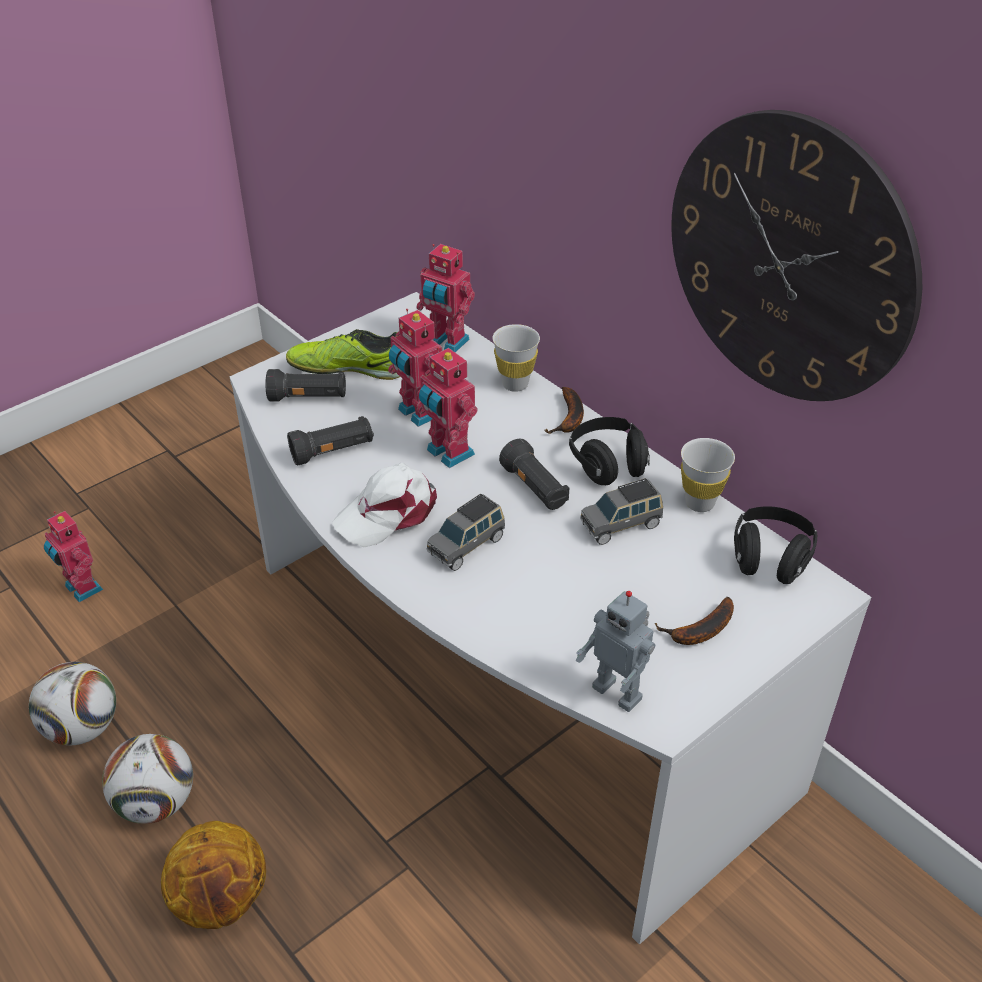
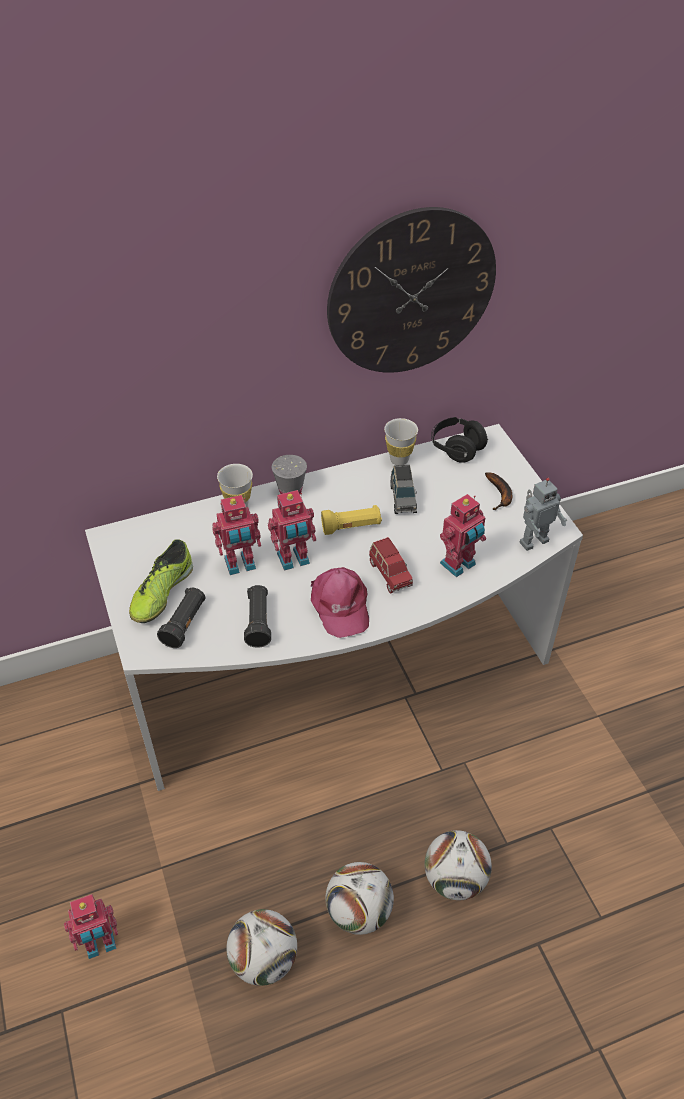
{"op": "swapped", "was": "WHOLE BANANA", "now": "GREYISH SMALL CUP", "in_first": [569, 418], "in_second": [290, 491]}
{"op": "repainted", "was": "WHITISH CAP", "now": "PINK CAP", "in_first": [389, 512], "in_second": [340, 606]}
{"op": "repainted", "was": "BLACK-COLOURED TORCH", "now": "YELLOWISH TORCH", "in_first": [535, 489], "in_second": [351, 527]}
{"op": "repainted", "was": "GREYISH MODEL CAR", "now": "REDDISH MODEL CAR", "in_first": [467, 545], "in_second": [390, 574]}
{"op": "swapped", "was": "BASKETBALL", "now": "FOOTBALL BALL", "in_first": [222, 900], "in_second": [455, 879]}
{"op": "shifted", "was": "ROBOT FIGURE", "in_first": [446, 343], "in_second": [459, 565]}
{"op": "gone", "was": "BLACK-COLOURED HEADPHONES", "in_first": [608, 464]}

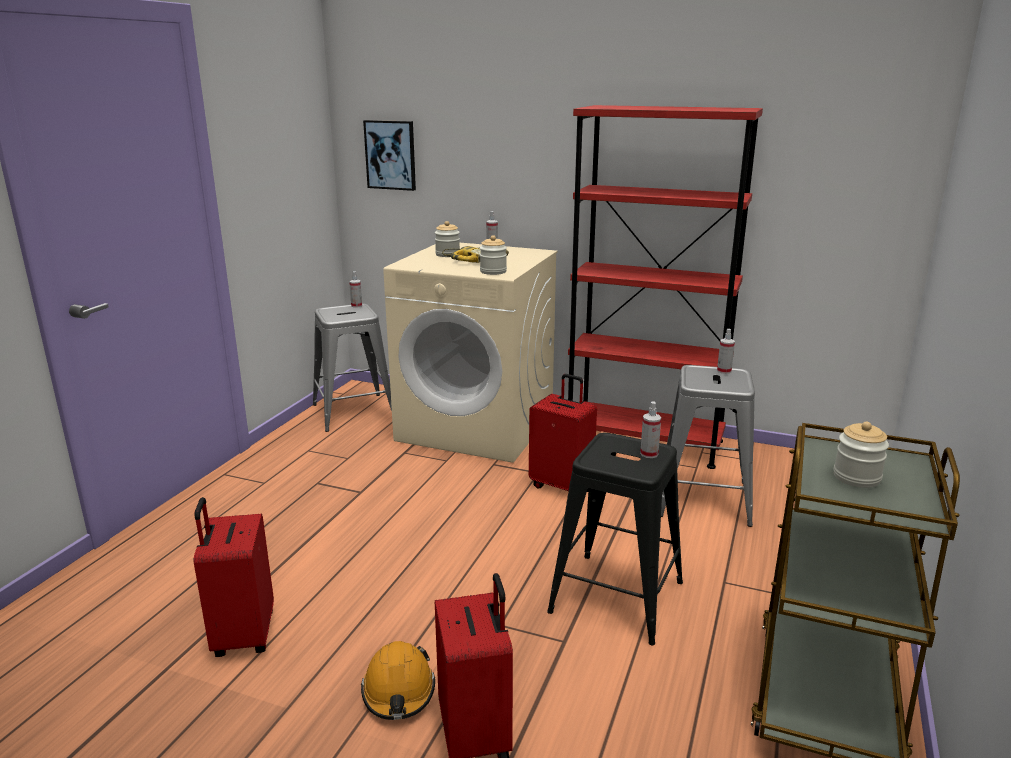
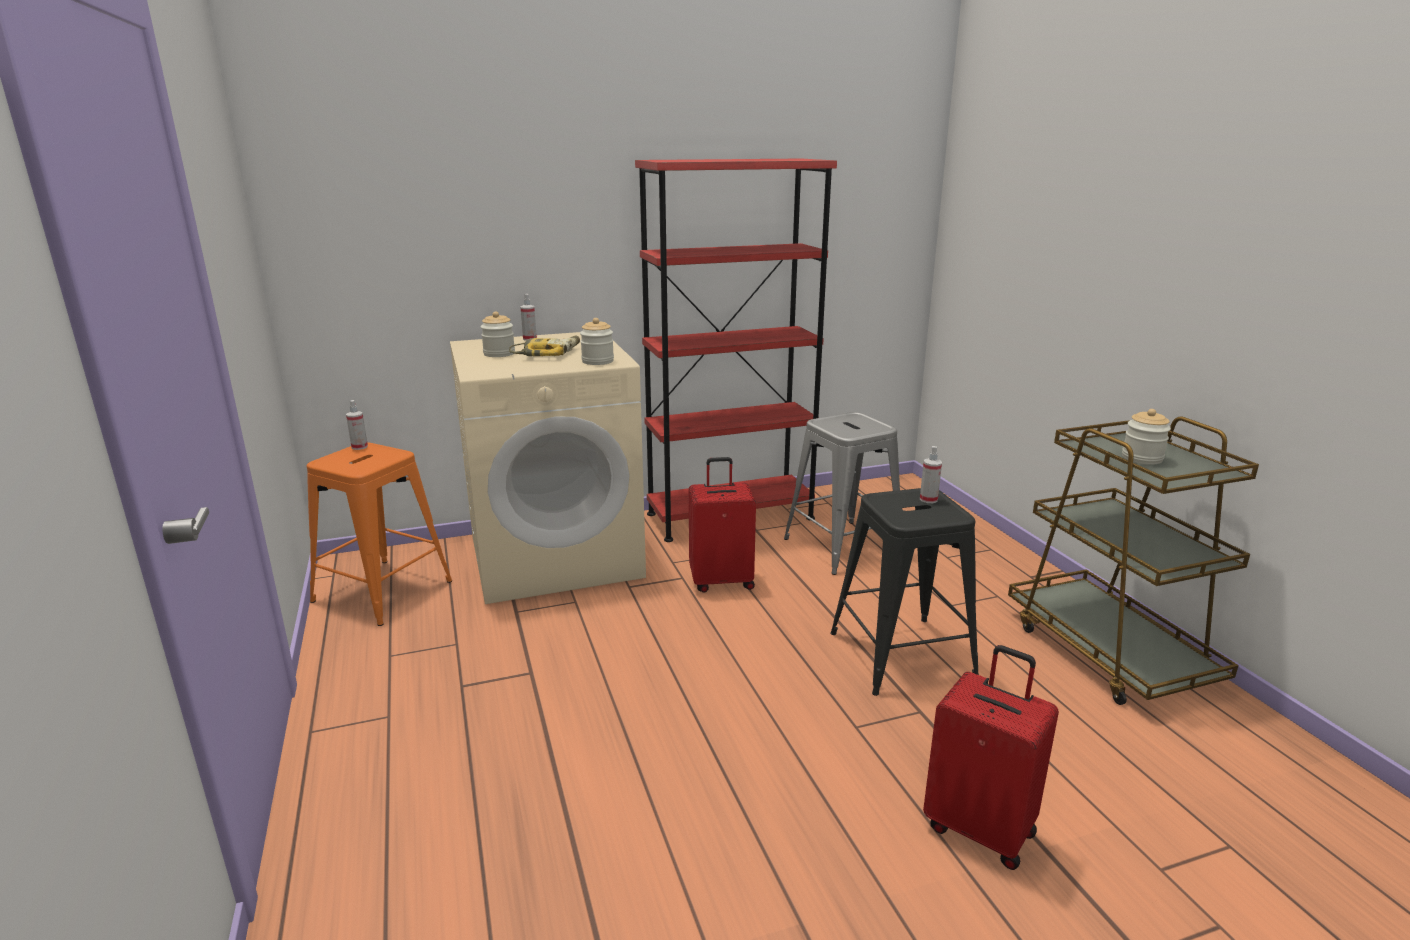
{"op": "repainted", "was": "GREYISH STOOL SEAT", "now": "ORANGE-COLOURED STOOL SEAT", "in_first": [353, 412], "in_second": [382, 591]}
{"op": "gone", "was": "REDDISH TRAVEL CASE", "in_first": [242, 635]}
{"op": "gone", "was": "ORANGE-COLOURED HARD HAT", "in_first": [399, 691]}
{"op": "gone", "was": "WALL PICTURE", "in_first": [391, 155]}
{"op": "gone", "was": "HAND SPRAYER", "in_first": [724, 371]}

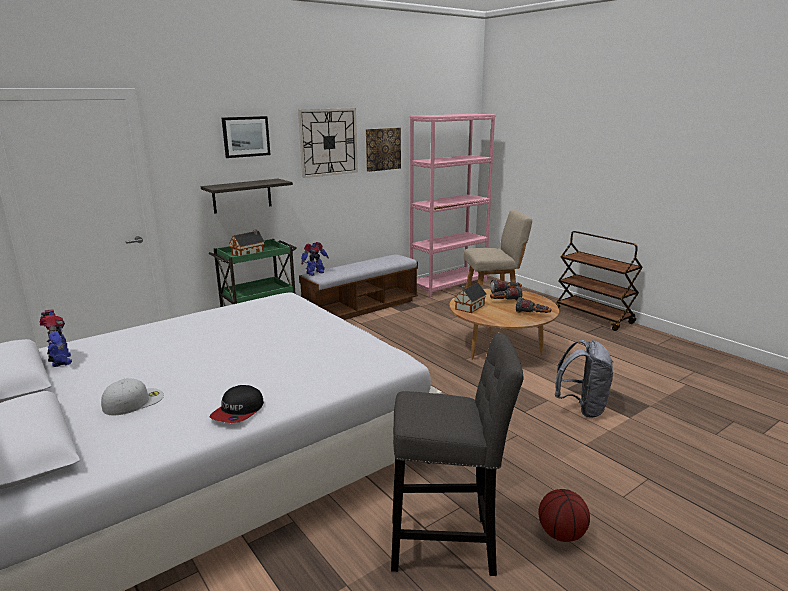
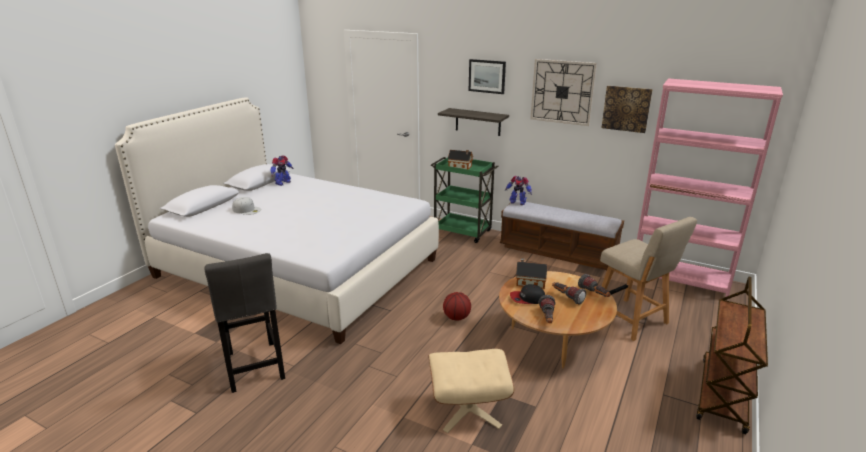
{"op": "swapped", "was": "GREYISH BACKPACK", "now": "SAND-COLOURED FOOTREST", "in_first": [582, 408], "in_second": [468, 409]}
{"op": "shifted", "was": "BASKETBALL", "in_first": [561, 534], "in_second": [457, 318]}
{"op": "shifted", "was": "CAP", "in_first": [238, 412], "in_second": [527, 299]}

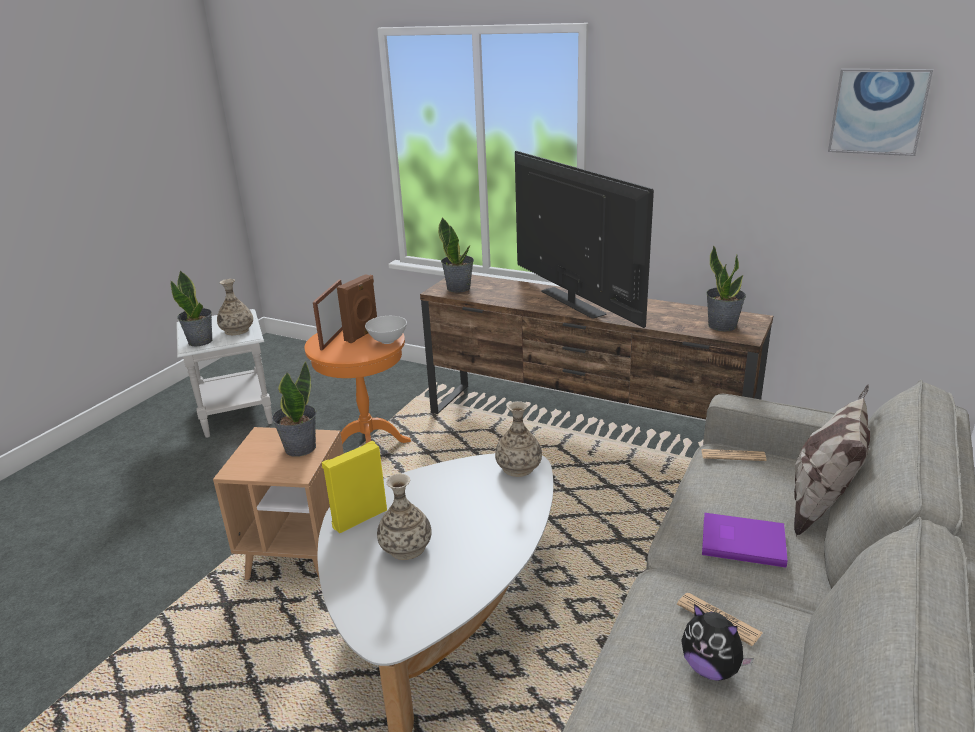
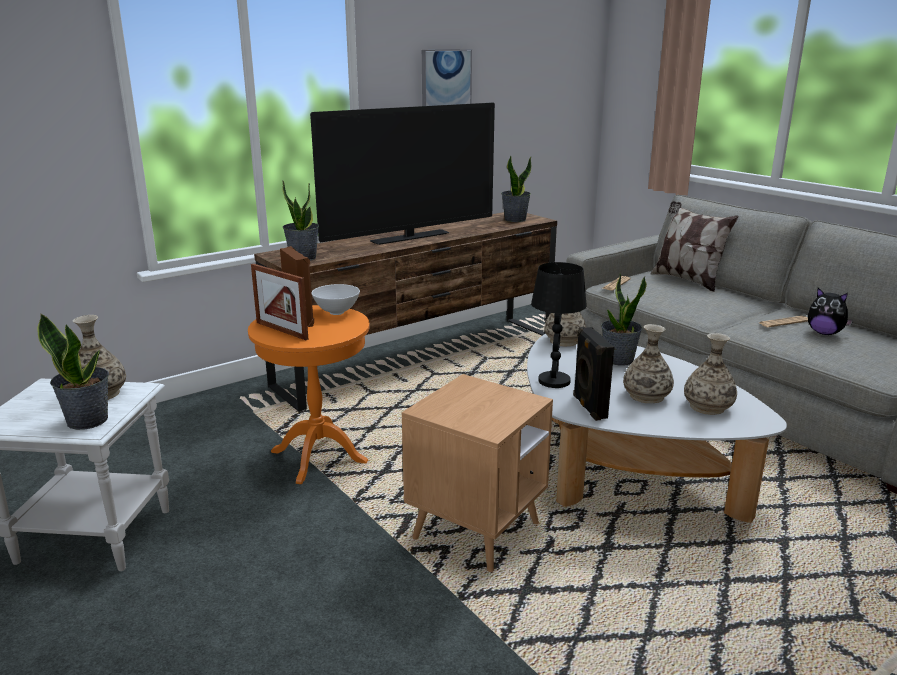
{"op": "rotated", "was": "TELEVISION", "in_first": [572, 303], "in_second": [410, 237], "clockwise": 150}
{"op": "shifted", "was": "WALL PICTURE", "in_first": [878, 111], "in_second": [446, 80]}
{"op": "new", "now": "BLACK-COLOURED TABLE LAMP", "in_second": [554, 381]}
{"op": "repainted", "was": "YELLOWISH LOUDSPEAKER", "now": "BLACK-COLOURED LOUDSPEAKER", "in_first": [359, 517], "in_second": [588, 407]}
{"op": "shifted", "was": "POTTED PLANT", "in_first": [299, 448], "in_second": [618, 360]}
{"op": "new", "now": "DECORATIVE VASE", "in_second": [707, 407]}
{"op": "rotated", "was": "CUDDLY TOY", "in_first": [711, 668], "in_second": [824, 333], "clockwise": 60}
{"op": "gone", "was": "PURPLE VOLUME", "in_first": [741, 540]}

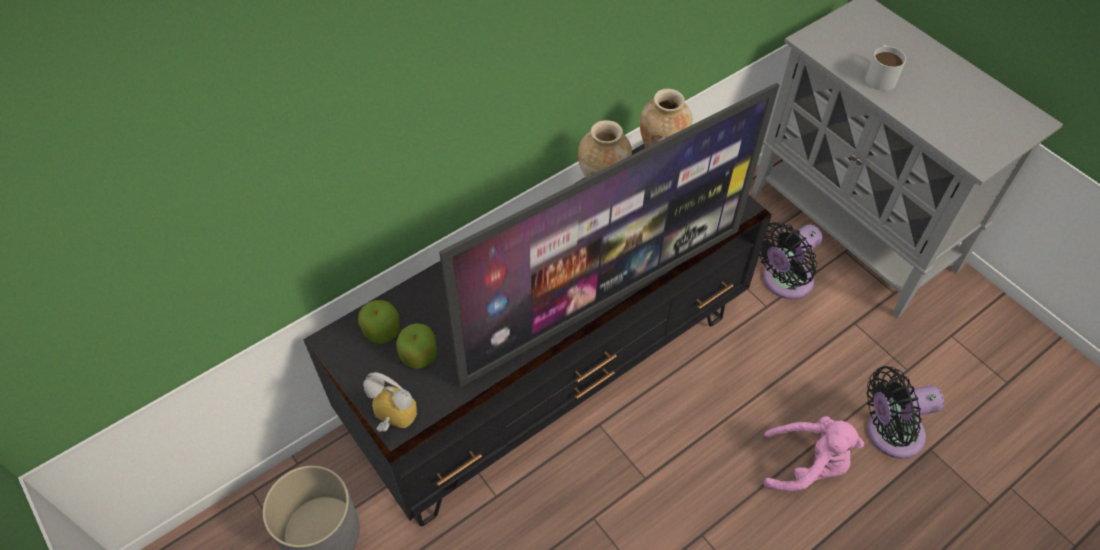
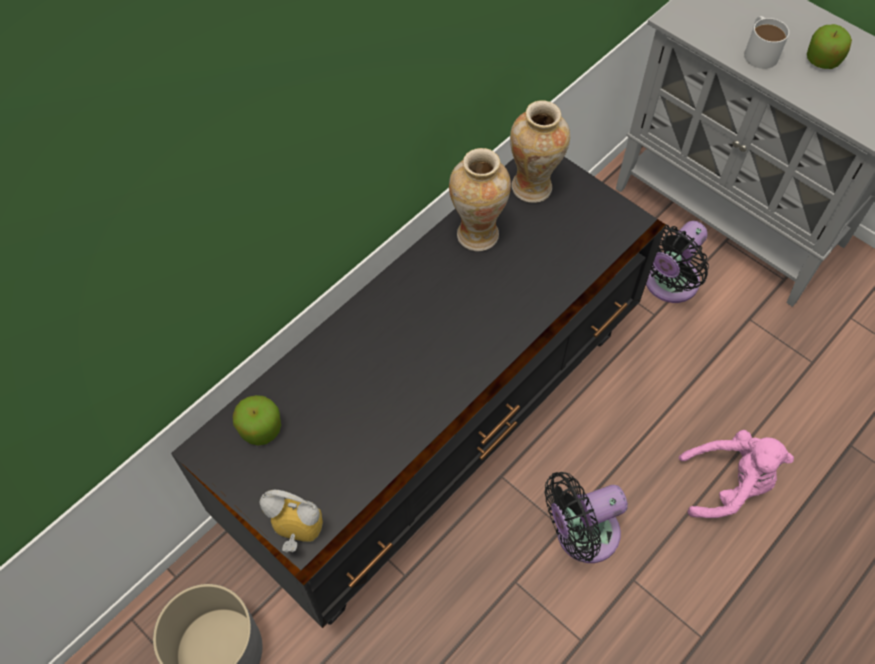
{"op": "shifted", "was": "BLACK-COLOURED ELECTRIC FAN", "in_first": [889, 433], "in_second": [580, 534]}
{"op": "shifted", "was": "WHOLE APPLE", "in_first": [419, 355], "in_second": [822, 60]}
{"op": "gone", "was": "TELEVISION", "in_first": [604, 299]}

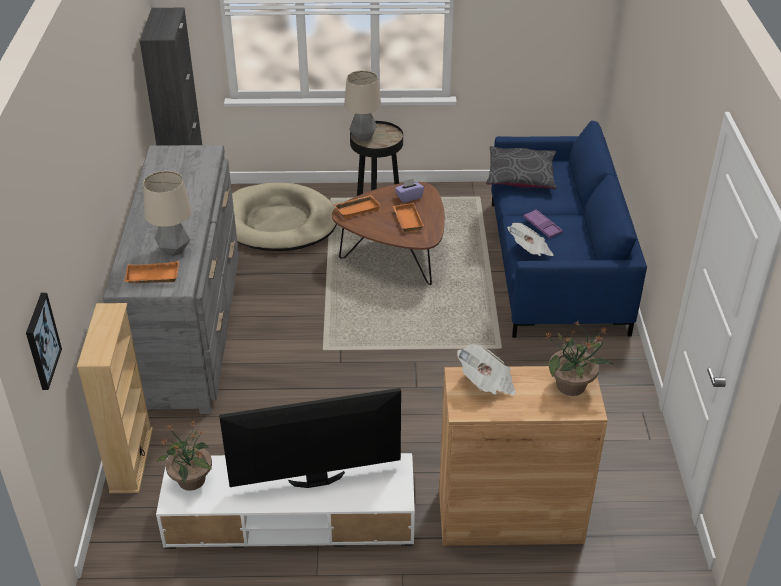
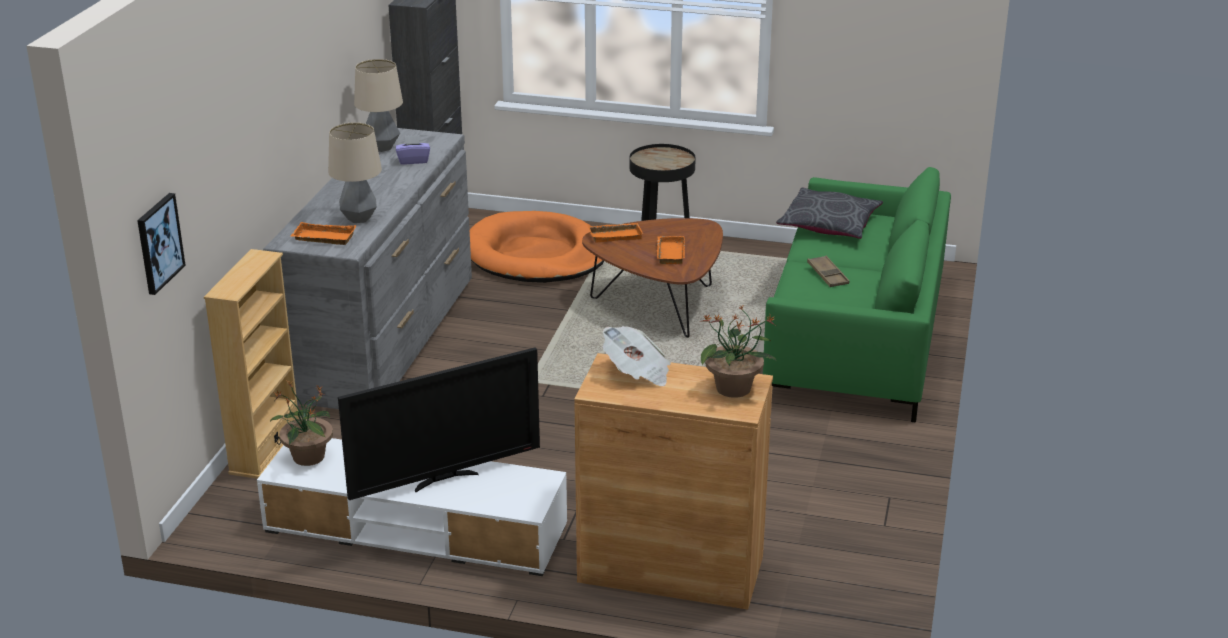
{"op": "rotated", "was": "TELEVISION", "in_first": [316, 481], "in_second": [445, 479], "clockwise": 150}
{"op": "shifted", "was": "TABLE LAMP", "in_first": [363, 137], "in_second": [382, 148]}
{"op": "shifted", "was": "PURPLE TISSUE HOLDER", "in_first": [409, 197], "in_second": [413, 160]}
{"op": "repainted", "was": "SAND-COLOURED PET BED", "now": "ORANGE-COLOURED PET BED", "in_first": [279, 222], "in_second": [536, 255]}
{"op": "repainted", "was": "BLUE-COLOURED SETTEE", "now": "GREEN SETTEE", "in_first": [555, 265], "in_second": [855, 339]}
{"op": "repainted", "was": "PURPLE TRAY", "now": "BROWN TRAY", "in_first": [542, 226], "in_second": [827, 275]}
{"op": "gone", "was": "NEWSPAPER", "in_first": [529, 250]}

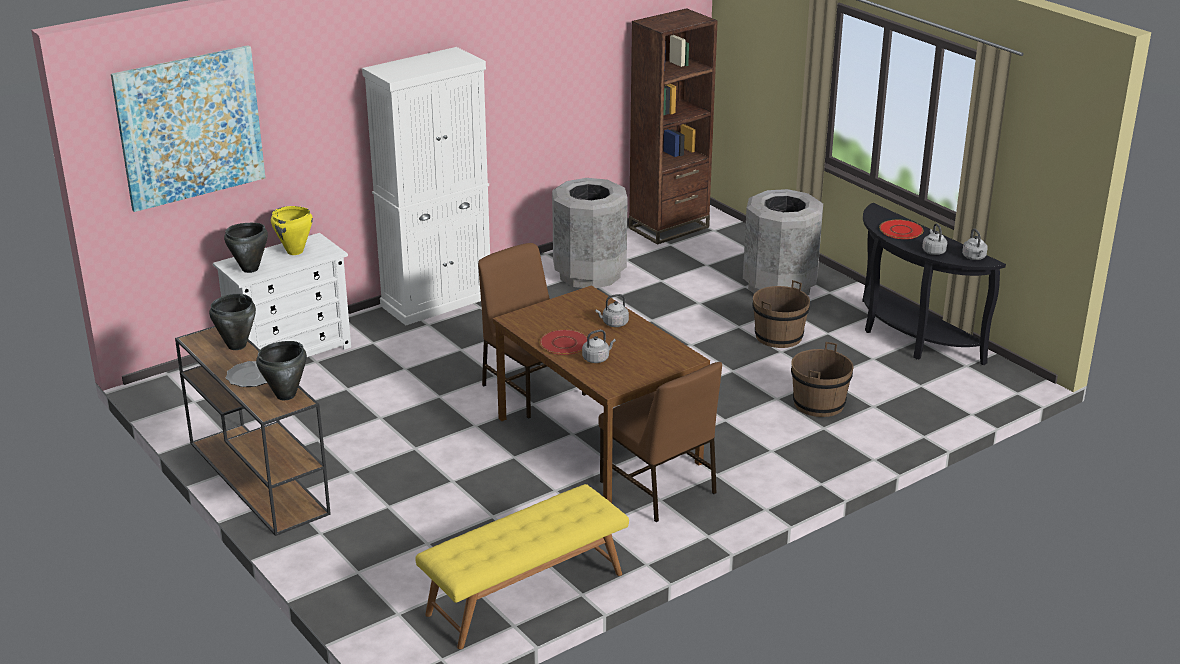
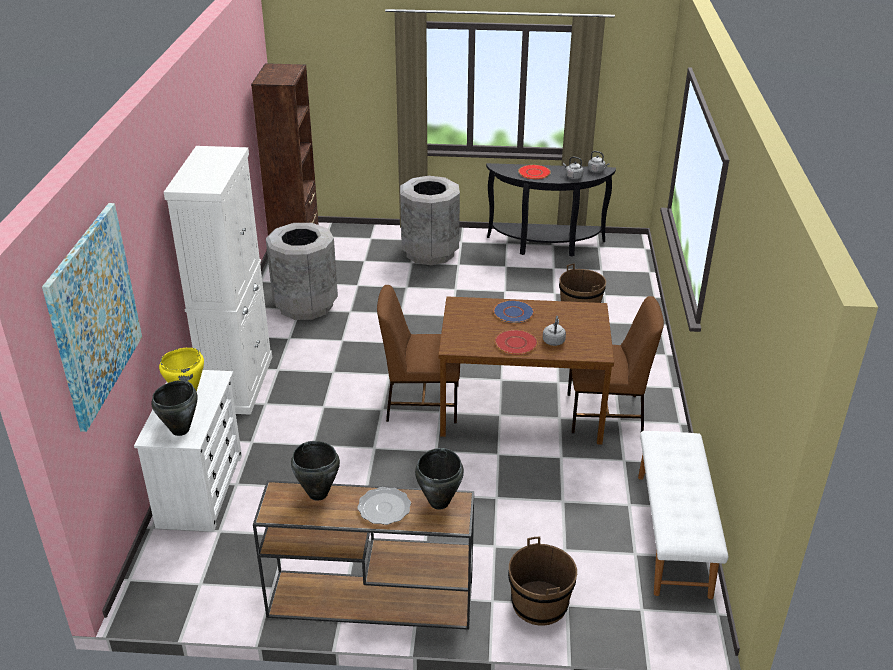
{"op": "swapped", "was": "GREYISH KETTLE", "now": "BLUE-COLOURED FLAT DISH", "in_first": [614, 323], "in_second": [513, 313]}
{"op": "shifted", "was": "BROWN BUCKET", "in_first": [779, 337], "in_second": [539, 604]}
{"op": "repainted", "was": "YELLOWISH INDOOR BENCH", "now": "WHITISH INDOOR BENCH", "in_first": [526, 594], "in_second": [674, 533]}

